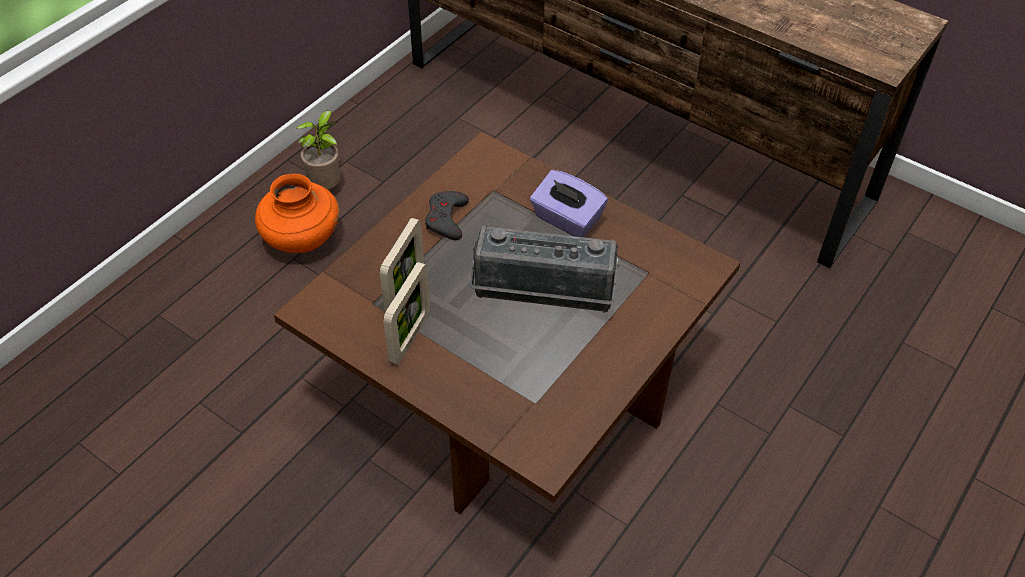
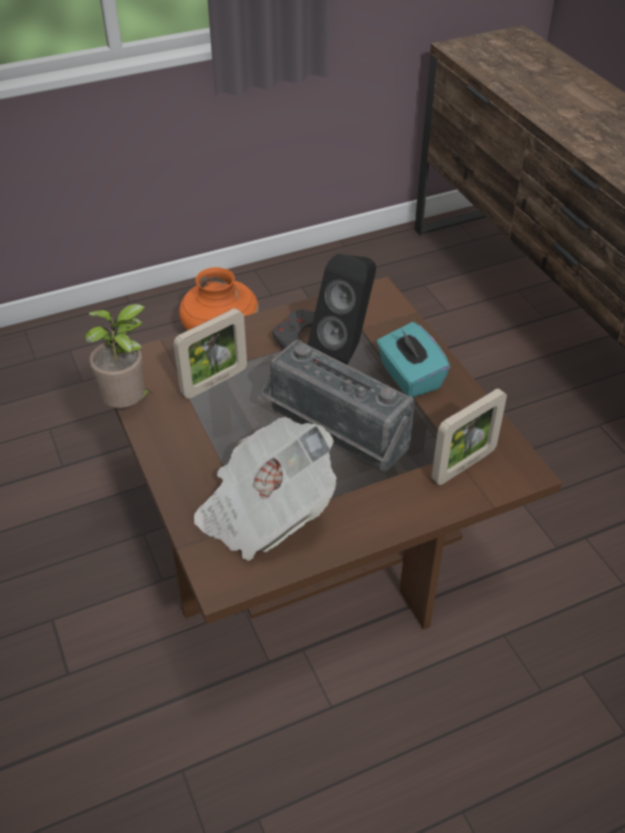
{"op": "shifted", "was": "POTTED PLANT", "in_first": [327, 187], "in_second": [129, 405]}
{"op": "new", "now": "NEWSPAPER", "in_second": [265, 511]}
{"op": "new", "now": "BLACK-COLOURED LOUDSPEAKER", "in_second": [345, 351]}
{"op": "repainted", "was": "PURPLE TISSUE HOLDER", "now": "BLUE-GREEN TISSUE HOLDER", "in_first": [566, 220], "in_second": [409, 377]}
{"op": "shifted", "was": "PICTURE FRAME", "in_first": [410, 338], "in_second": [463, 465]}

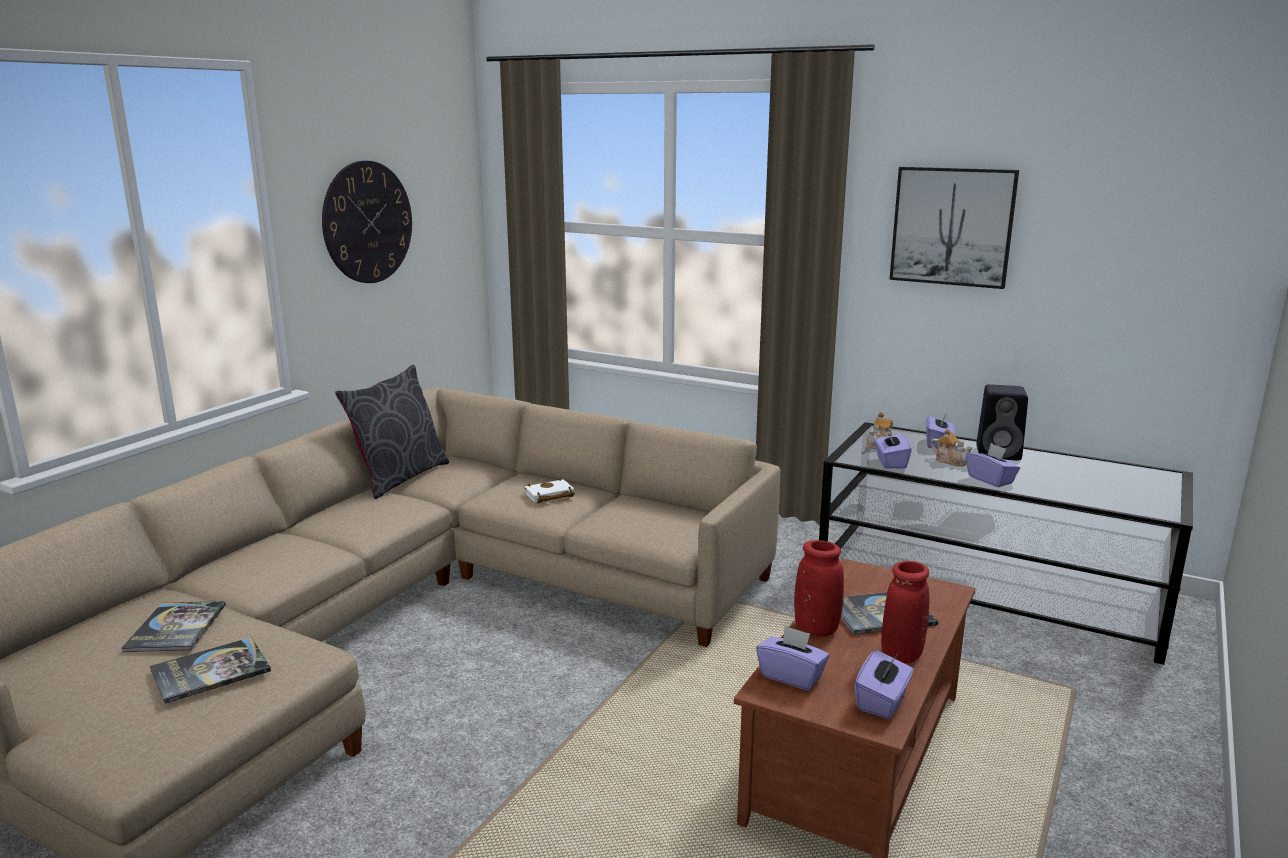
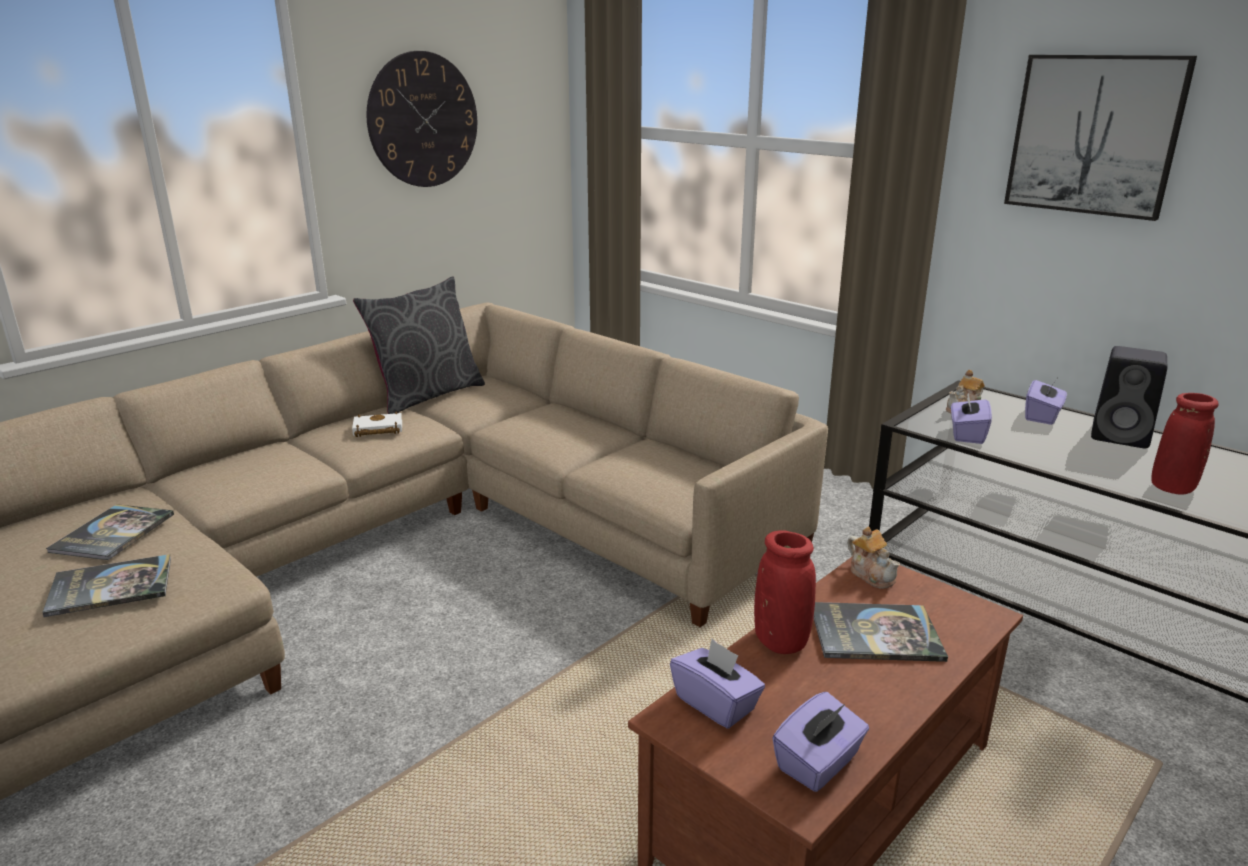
{"op": "shifted", "was": "WHITISH VOLUME", "in_first": [549, 496], "in_second": [376, 430]}
{"op": "shifted", "was": "POT FOR TEA", "in_first": [950, 461], "in_second": [872, 574]}
{"op": "shifted", "was": "REDDISH DECORATIVE VASE", "in_first": [901, 654], "in_second": [1172, 488]}
{"op": "gone", "was": "PURPLE TISSUE HOLDER", "in_first": [990, 480]}

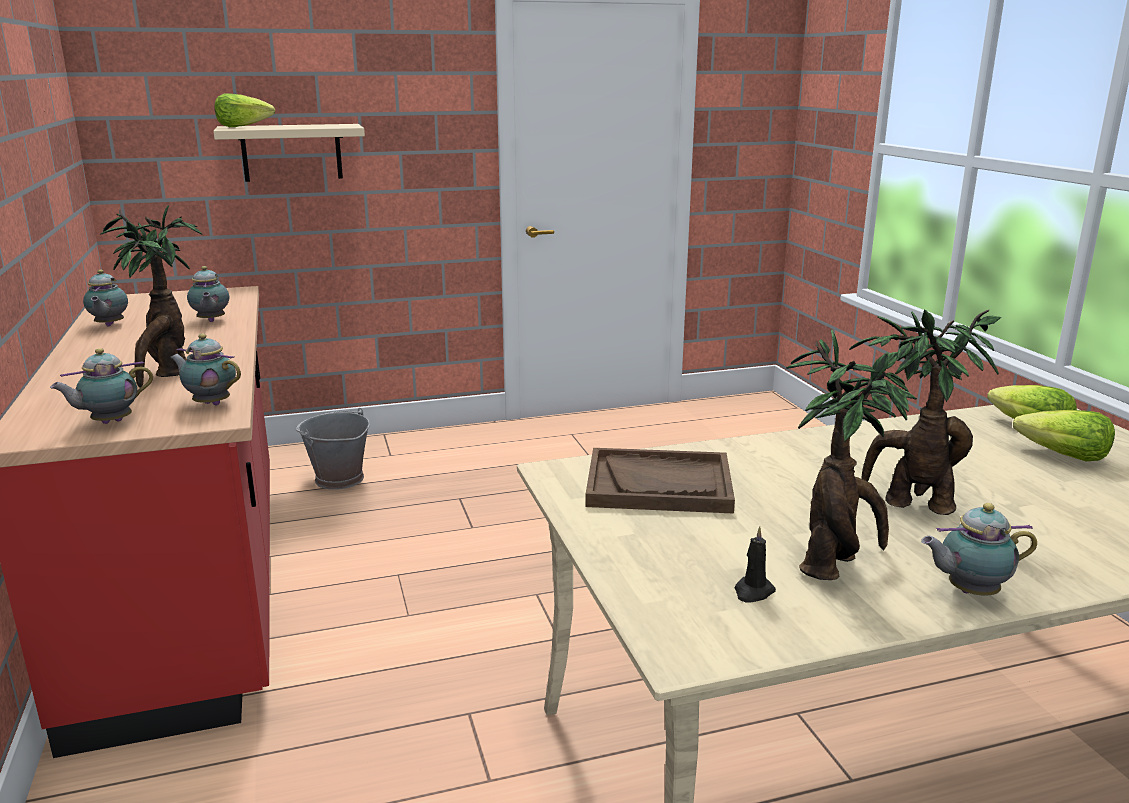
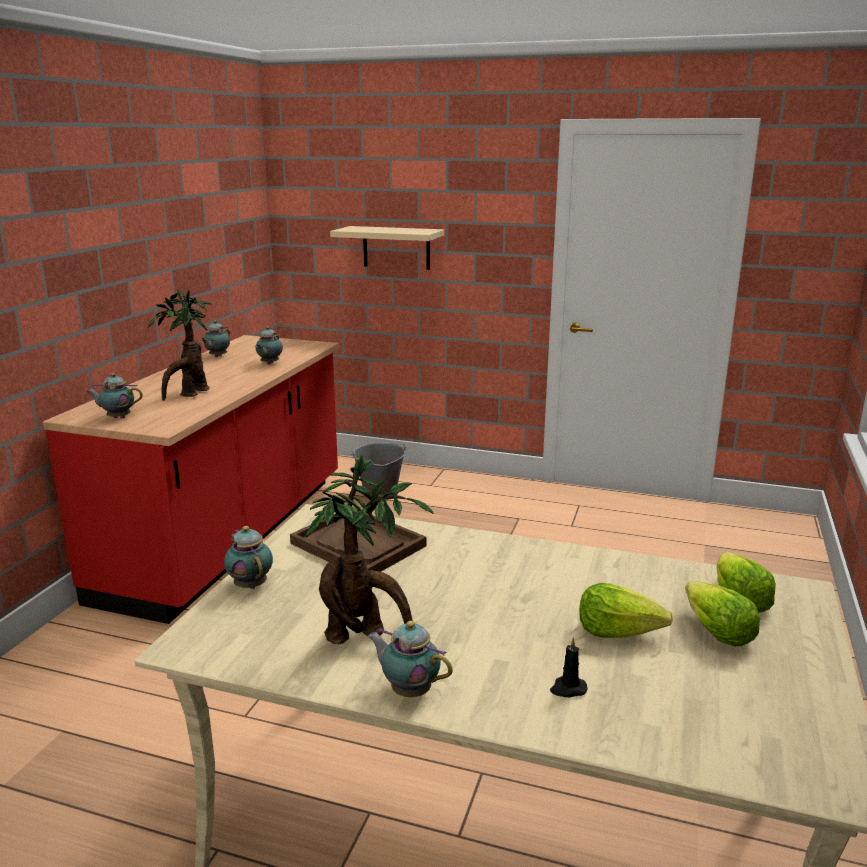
{"op": "shifted", "was": "POT FOR TEA", "in_first": [210, 403], "in_second": [250, 584]}
{"op": "shifted", "was": "BLACK-COLOURED WAX CANDLE", "in_first": [753, 592], "in_second": [568, 689]}
{"op": "shifted", "was": "LETTUCE HEAD", "in_first": [243, 126], "in_second": [618, 631]}
{"op": "gone", "was": "POTTED PLANT", "in_first": [910, 503]}

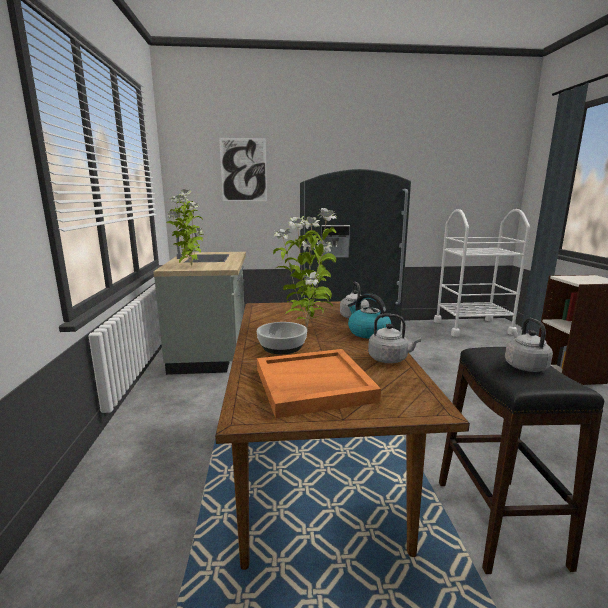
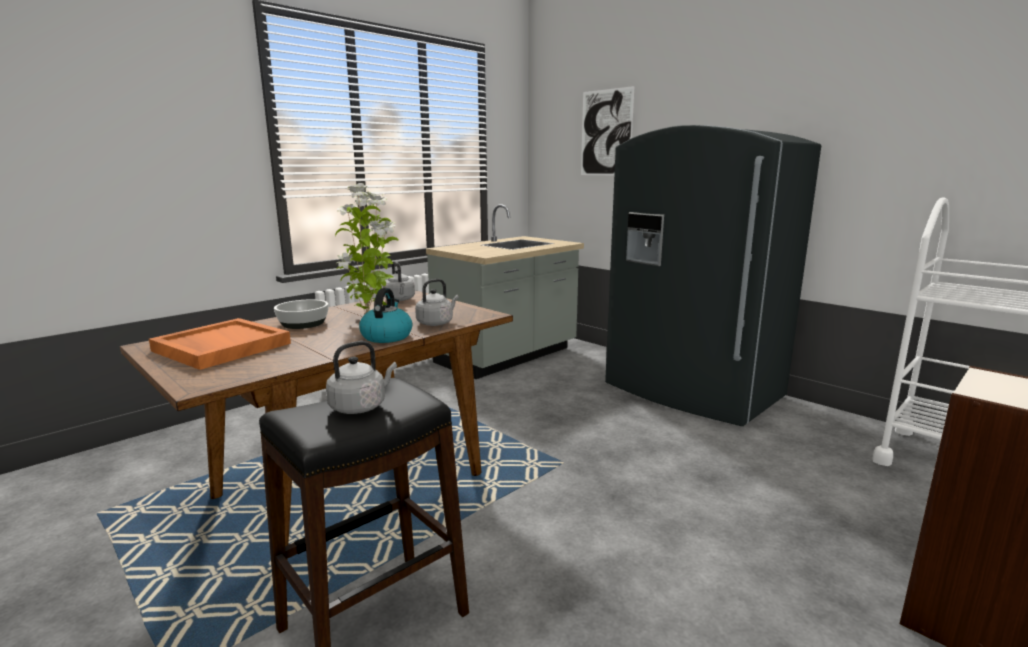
{"op": "shifted", "was": "GREYISH KETTLE", "in_first": [390, 359], "in_second": [400, 299]}
{"op": "gone", "was": "POTTED PLANT", "in_first": [190, 266]}

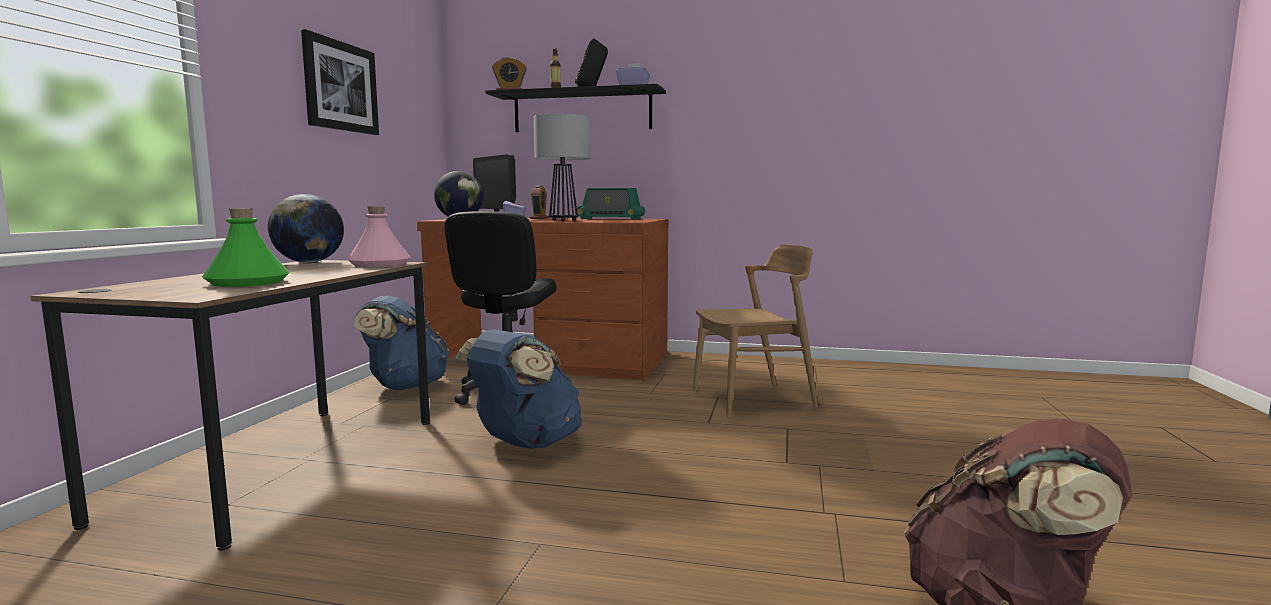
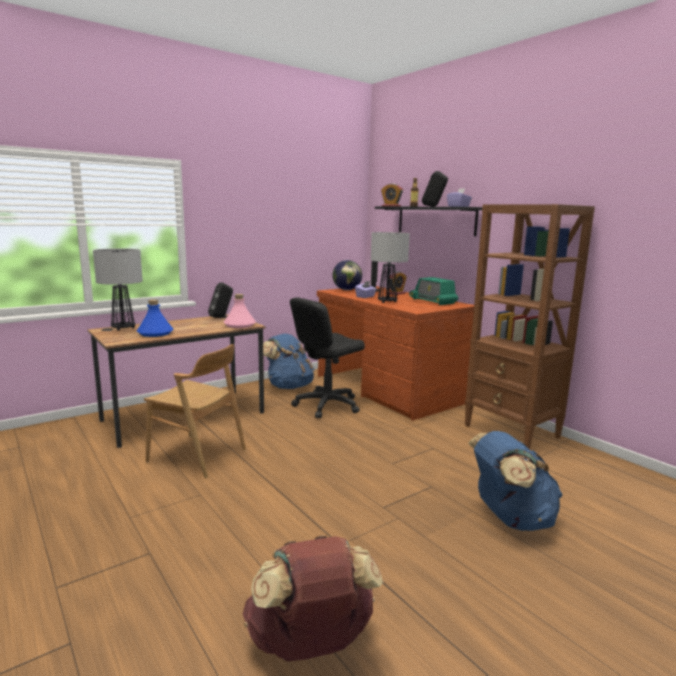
{"op": "new", "now": "TABLE LAMP", "in_second": [123, 328]}
{"op": "repainted", "was": "GREEN BEVERAGE BOTTLE", "now": "BLUE-COLOURED BEVERAGE BOTTLE", "in_first": [248, 282], "in_second": [155, 333]}
{"op": "shifted", "was": "BROWN PLAIN CHAIR", "in_first": [753, 399], "in_second": [197, 455]}
{"op": "swapped", "was": "WORLD GLOBE", "now": "BLACK-COLOURED LOUDSPEAKER", "in_first": [309, 262], "in_second": [221, 317]}
{"op": "new", "now": "BROWN SHELVING UNIT", "in_second": [512, 432]}
{"op": "shifted", "was": "BLUE-COLOURED BACKPACK", "in_first": [525, 443], "in_second": [510, 518]}
{"op": "gone", "was": "WALL PICTURE", "in_first": [340, 86]}

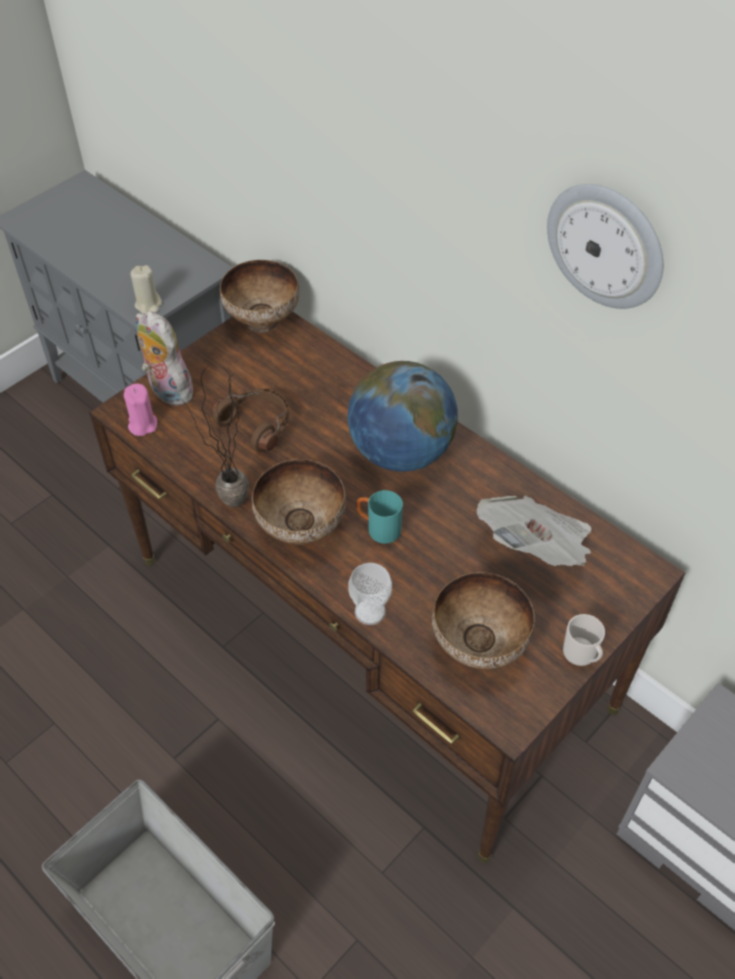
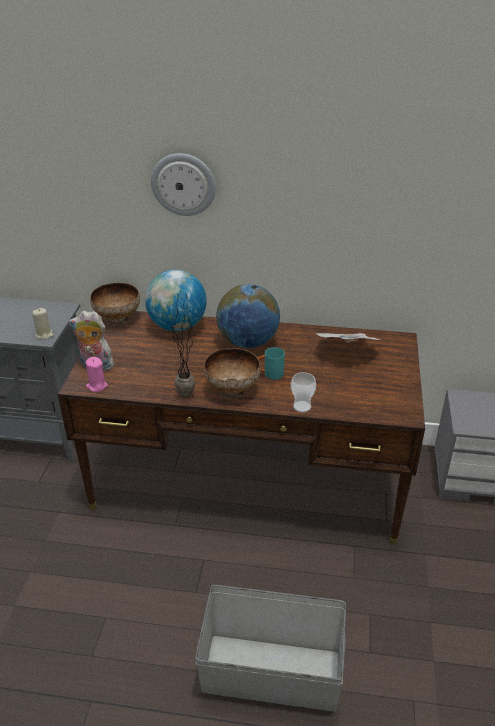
{"op": "new", "now": "WORLD GLOBE", "in_second": [177, 326]}
{"op": "shifted", "was": "WALL CLOCK", "in_first": [606, 245], "in_second": [183, 184]}
{"op": "gone", "was": "BROWN HEADPHONES", "in_first": [257, 424]}
{"op": "gone", "was": "BOWL", "in_first": [480, 646]}
{"op": "gone", "was": "COFFEE MUG", "in_first": [581, 655]}

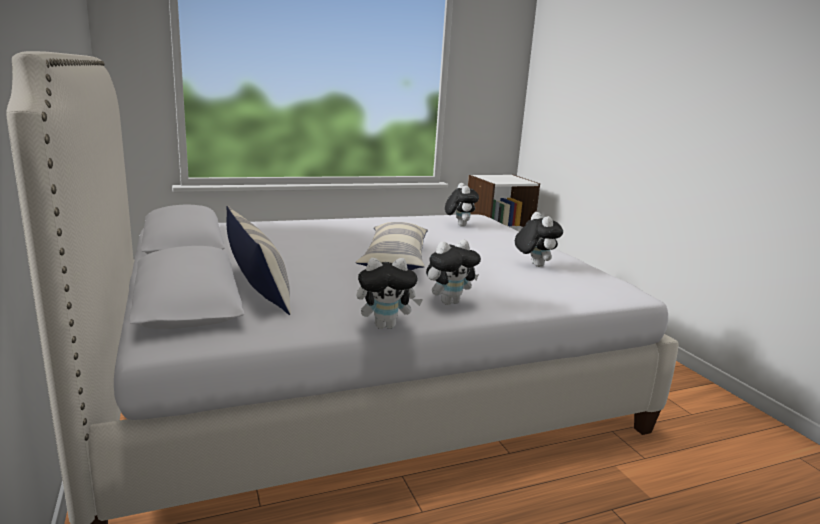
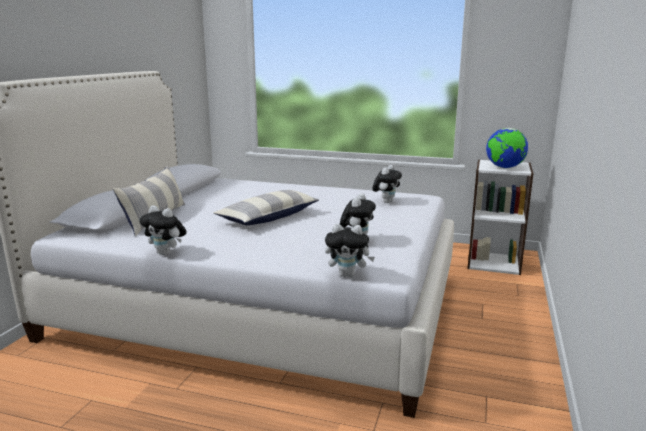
{"op": "shifted", "was": "CUDDLY TOY", "in_first": [449, 302], "in_second": [348, 275]}
{"op": "new", "now": "WORLD GLOBE", "in_second": [504, 167]}

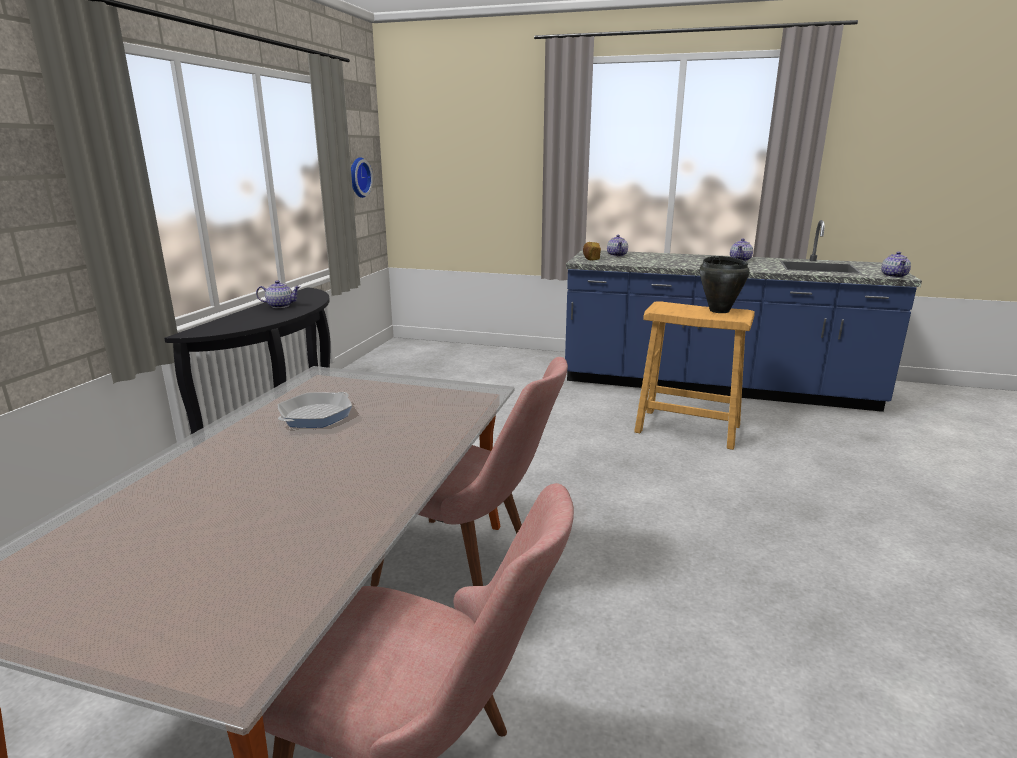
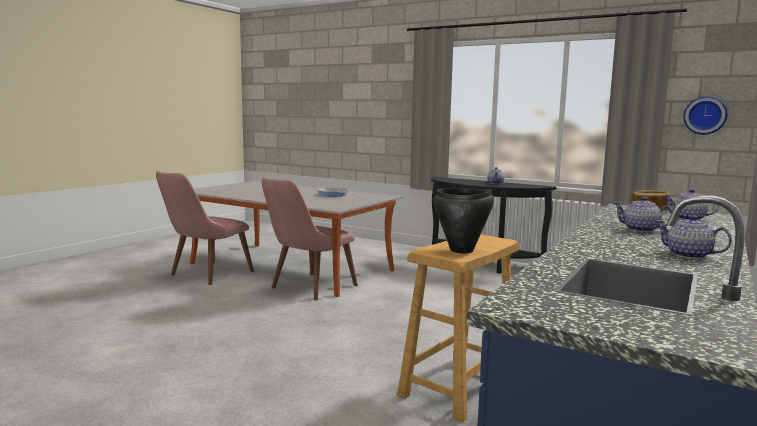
{"op": "shifted", "was": "POT FOR TEA", "in_first": [894, 276], "in_second": [641, 230]}

